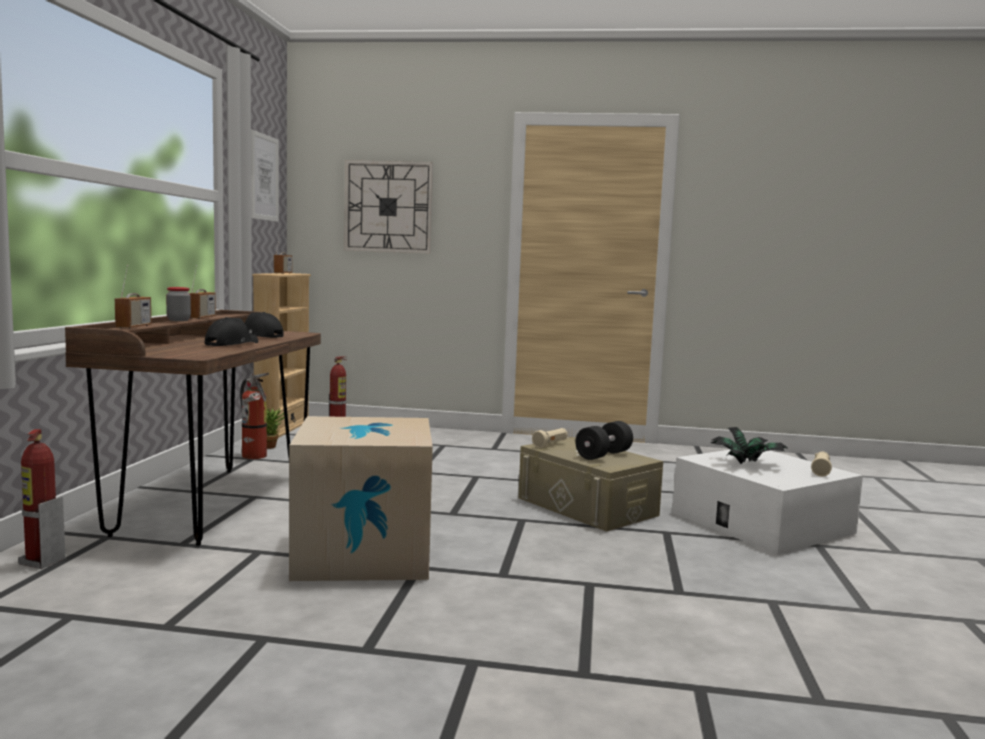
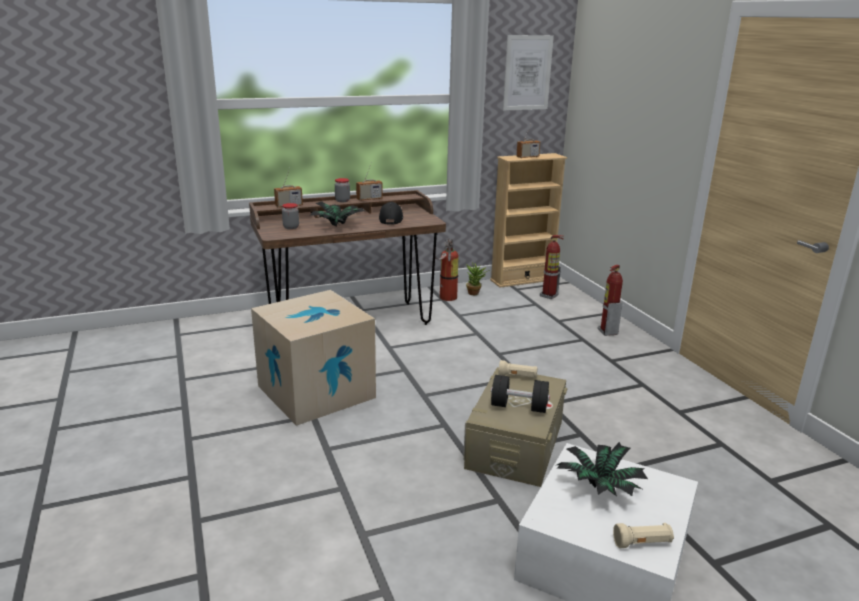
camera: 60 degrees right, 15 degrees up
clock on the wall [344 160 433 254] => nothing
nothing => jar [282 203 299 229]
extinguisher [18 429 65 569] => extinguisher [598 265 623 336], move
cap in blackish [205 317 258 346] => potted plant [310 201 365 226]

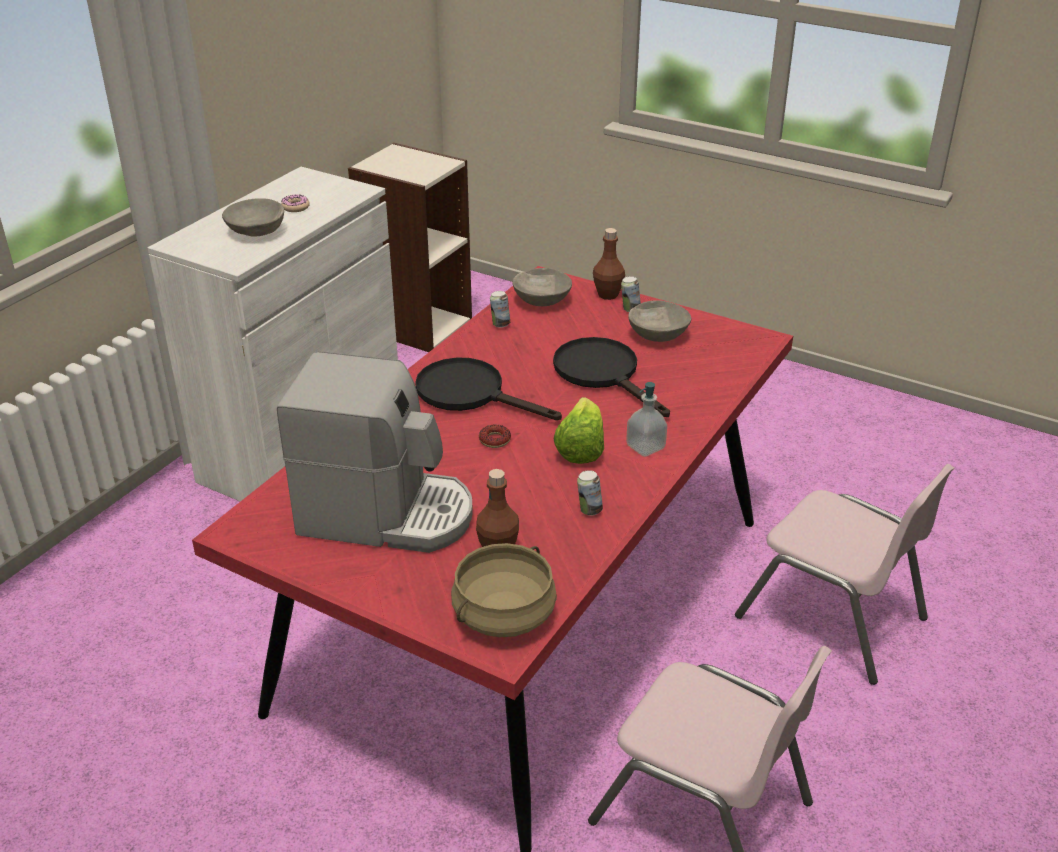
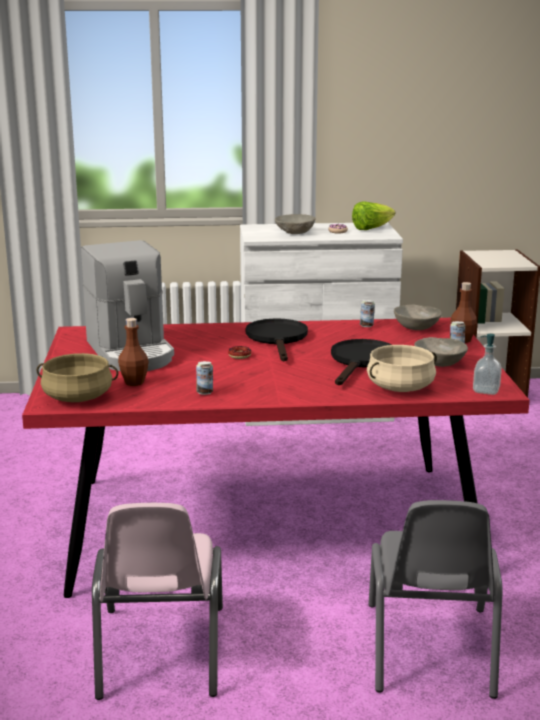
camera: 55 degrees right, 15 degrees down
nothing => cooking pot in beige [367 345 437 392]
lettuce head [554 397 604 464] => lettuce head [352 202 395 230], move
soap bottle [626 382 667 457] => soap bottle [473 334 502 395], move
upright chair in pink-coloured [735 464 955 685] => upright chair in greyish [368 500 502 699]

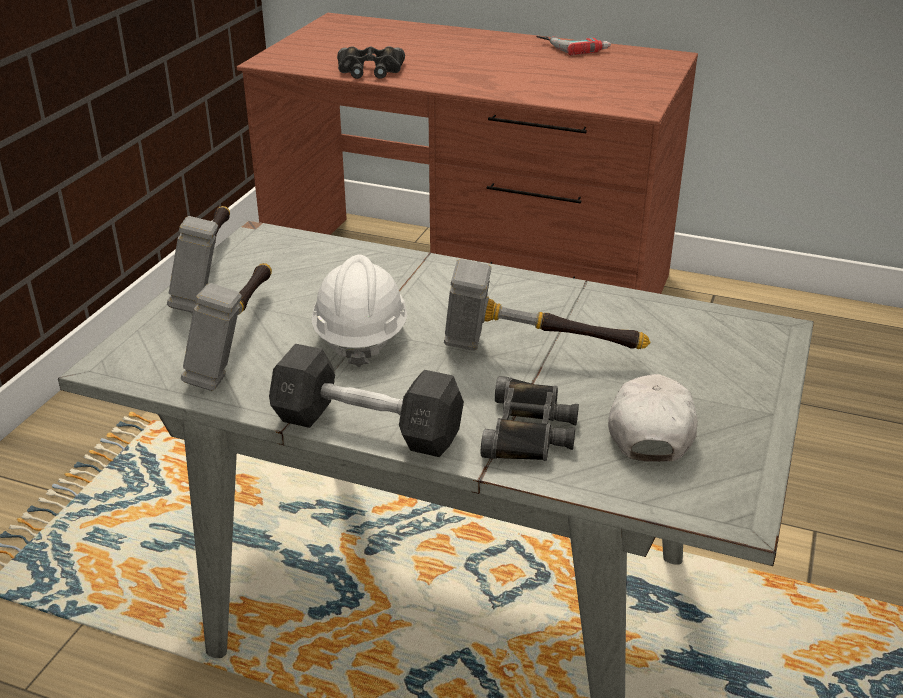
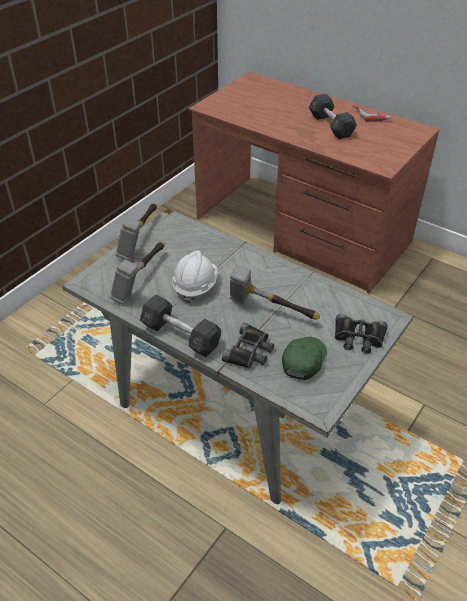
camera: 15 degrees right, 10 degrees up
nothing => free weight in greyish [309 94 357 139]
field glasses in blackish [337 46 405 79] => field glasses in blackish [335 314 388 354], move
cap in white-coloured [608 374 698 462] => cap in green [282 337 327 380]

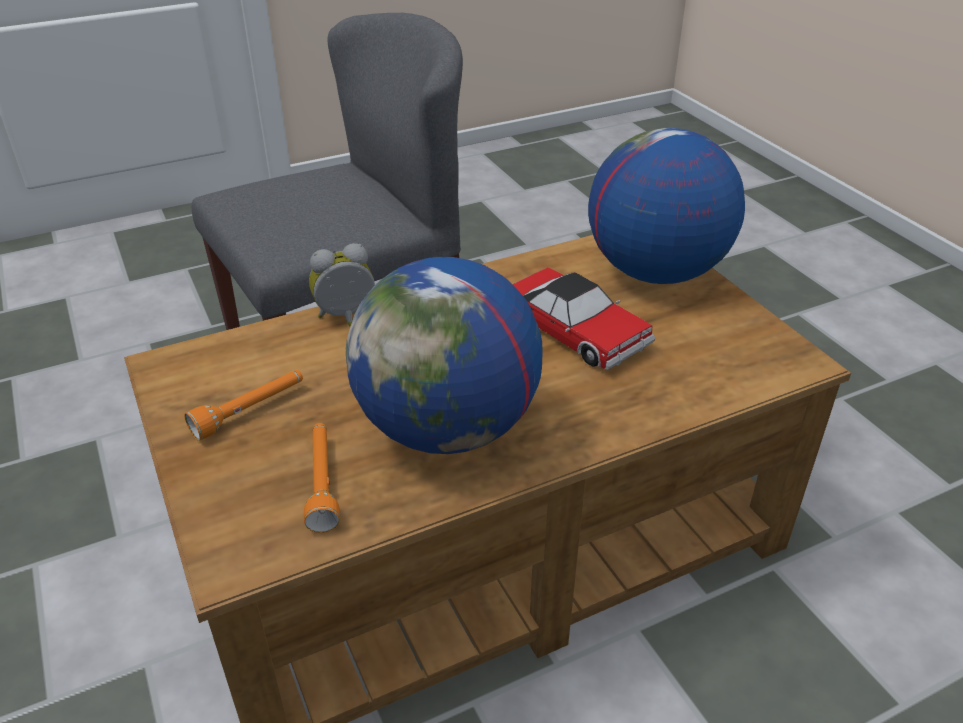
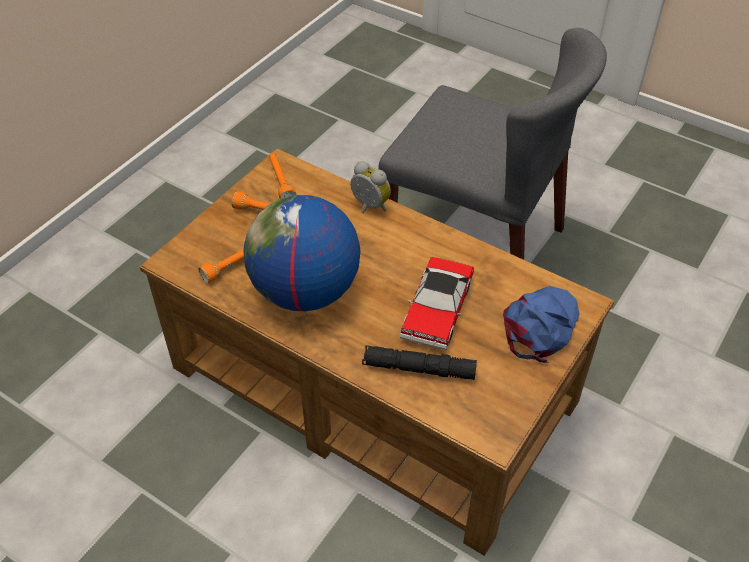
camera: 60 degrees right, 10 degrees up
nothing => flashlight in orangey [269 153 296 199]
nothing => flashlight in blackish [362 345 477 380]
world globe [588 128 745 284] => cap in bluish [503 286 580 363]

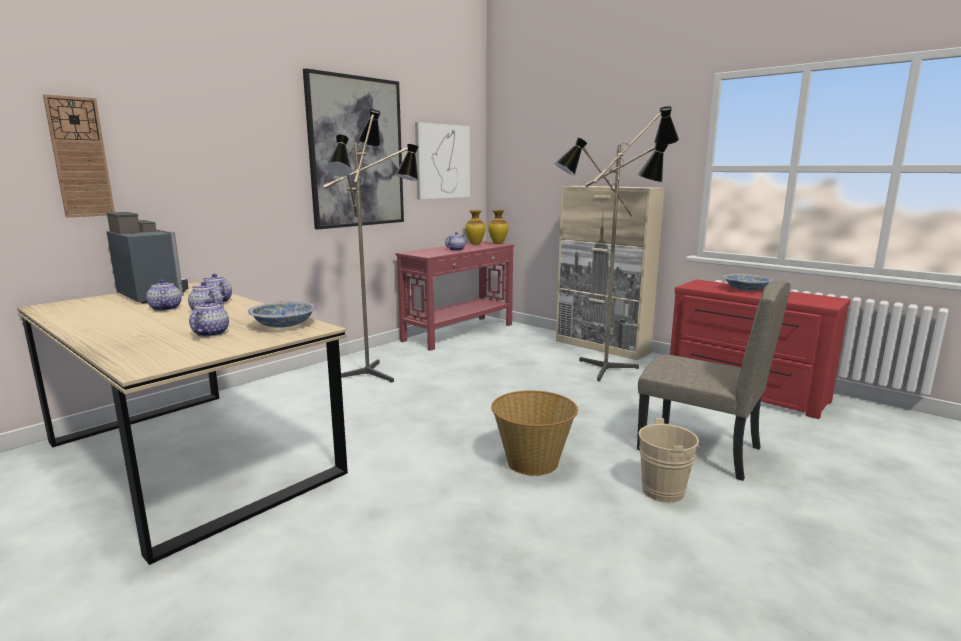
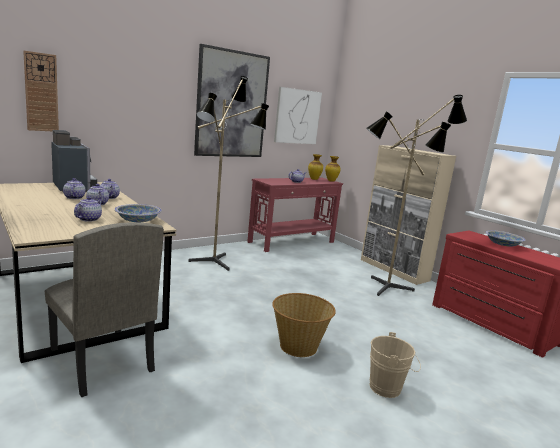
camera: 10 degrees right, 0 degrees up
upright chair in beige [637 280 791 481] => upright chair in beige [45 222 164 397], move

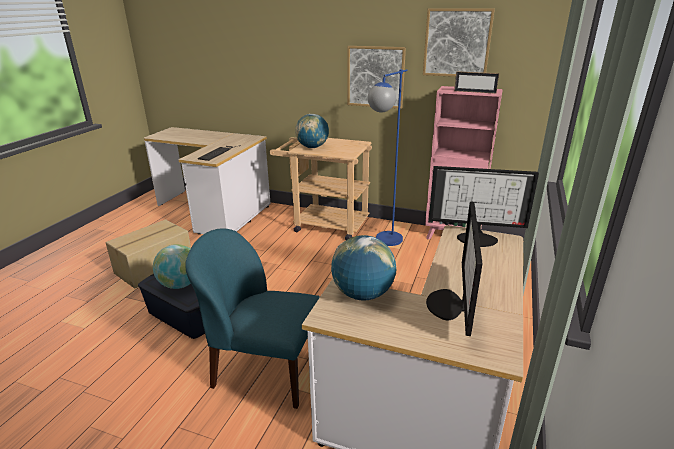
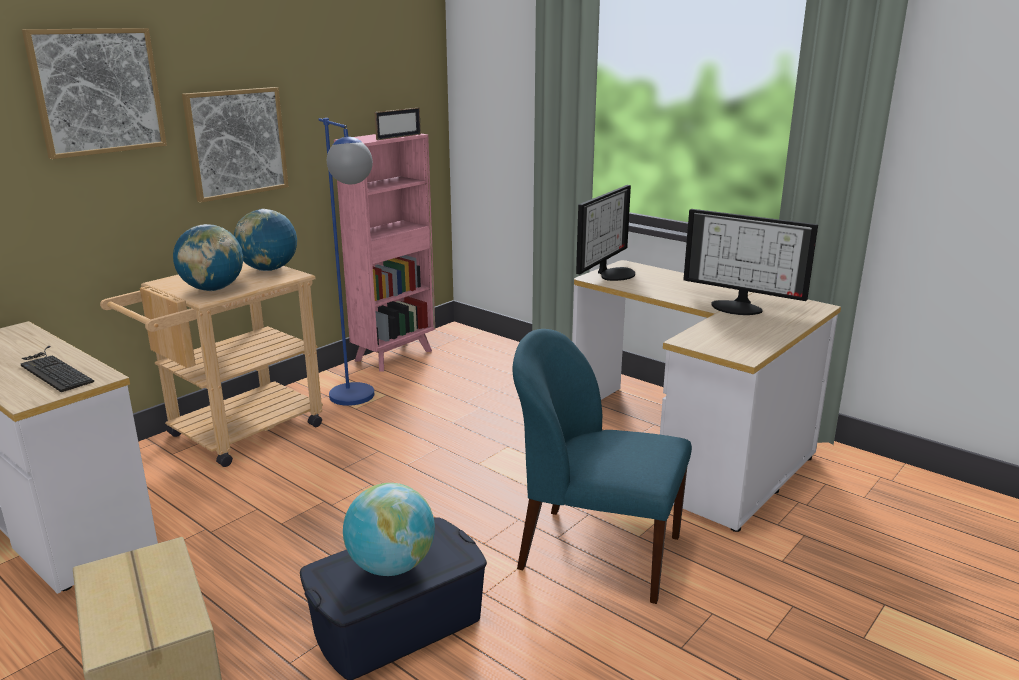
camera: 70 degrees left, 5 degrees down
world globe [331 235 397 300] => world globe [234 209 297 271], move
wall art [423 8 495 77] => wall art [22 28 167 159], move
upright chair in bluish [185 228 320 409] => upright chair in bluish [513 329 692 604], 75 degrees clockwise

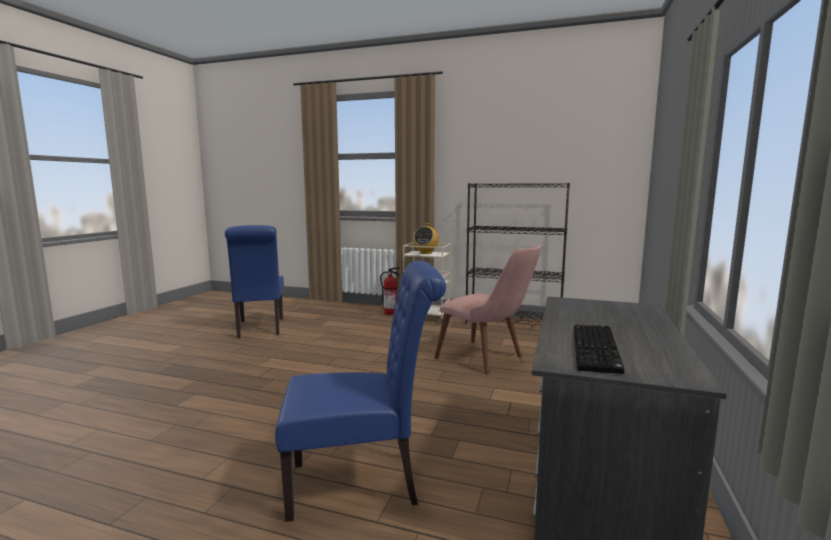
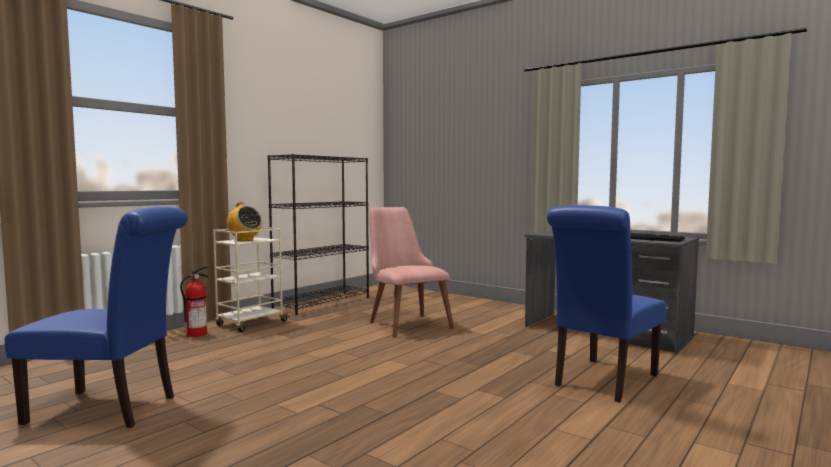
camera: 70 degrees left, 5 degrees down
upright chair in bluish [275 261 446 522] => upright chair in bluish [547 205 667 403], 150 degrees counterclockwise
upright chair in pink-coloured [434 245 541 375] => upright chair in pink-coloured [369 207 454 338], 90 degrees counterclockwise

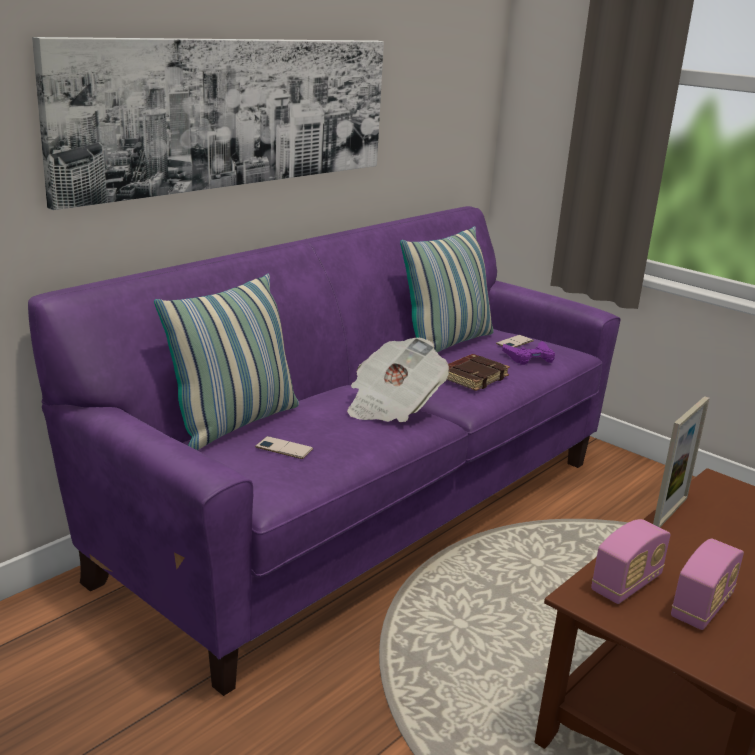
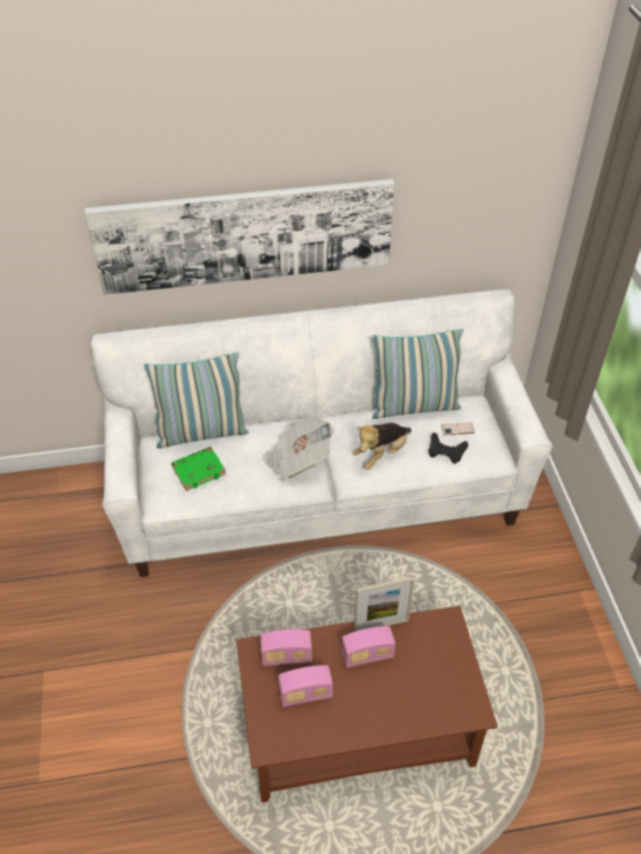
camera: 40 degrees right, 25 degrees up
nothing => radio set [341 626 395 668]
phone [255 436 313 459] => book in green [171 447 226 491]
book in brown-coloured [446 354 510 391] => soft toy [352 423 411 469]
sofa in purple [28 206 621 696] => sofa in white-coloured [91 289 553 577]
gamepad in purple [502 341 555 365] => gamepad in blackish [428 432 468 464]

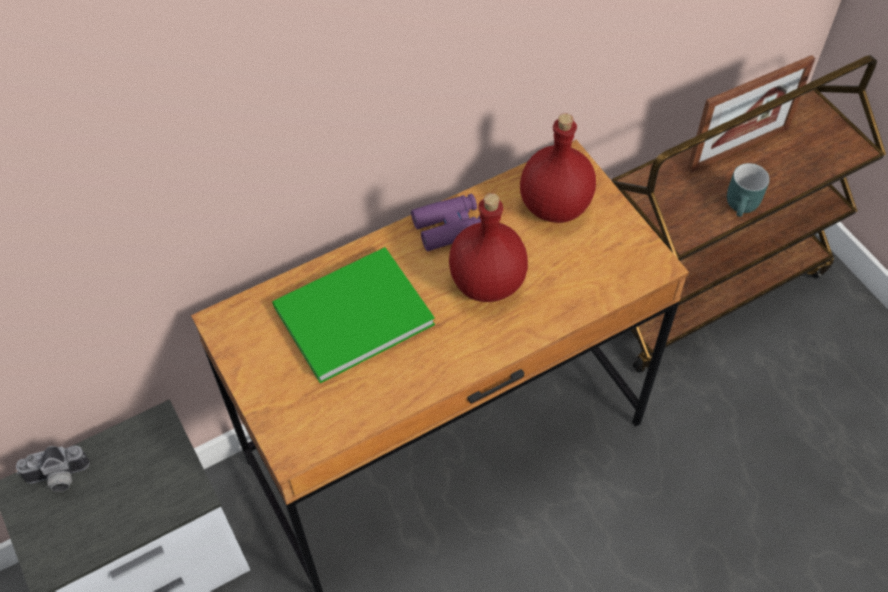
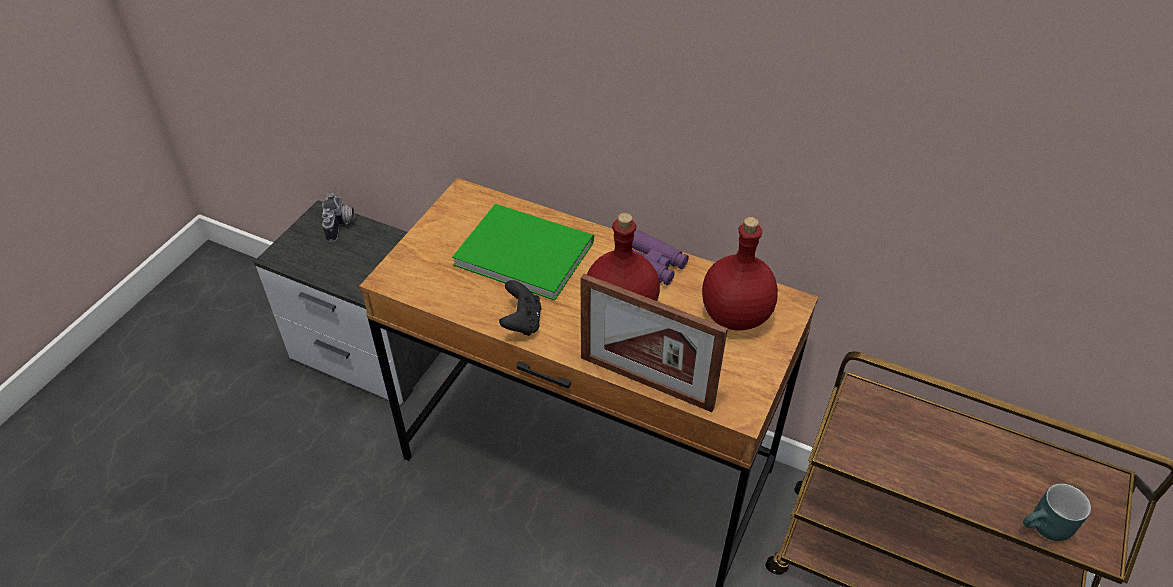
camera: 55 degrees right, 10 degrees down
nothing => gamepad in blackish [499 280 541 336]
photo frame [687 55 815 173] => photo frame [581 274 728 412], move
tea mug in turquoise-coloured [727 163 770 217] => tea mug in turquoise-coloured [1023 483 1091 541], move
photo camera [16 446 90 492] => photo camera [322 193 355 243], 135 degrees counterclockwise

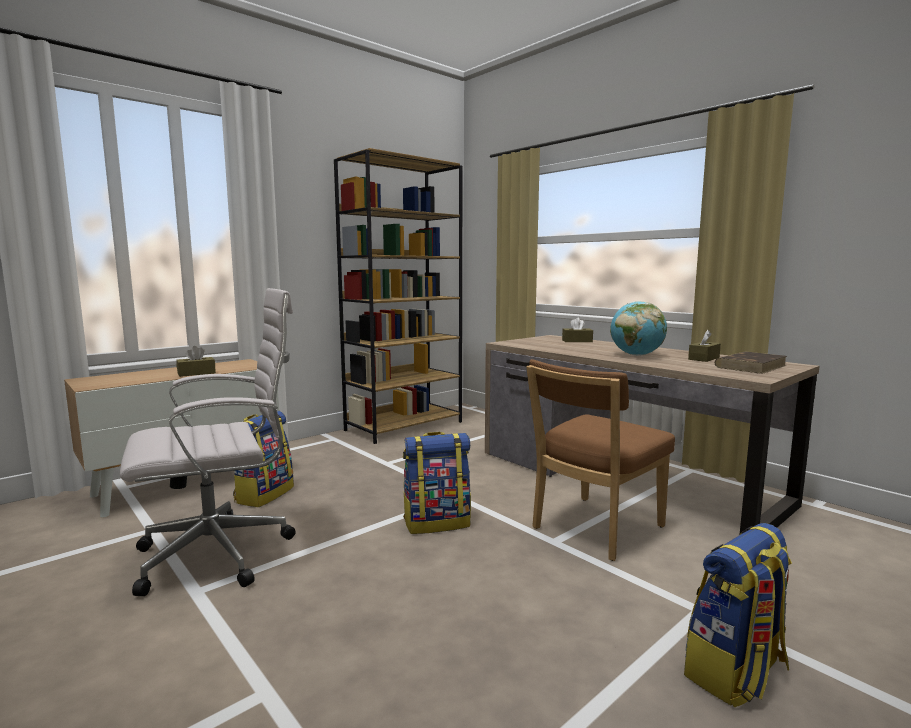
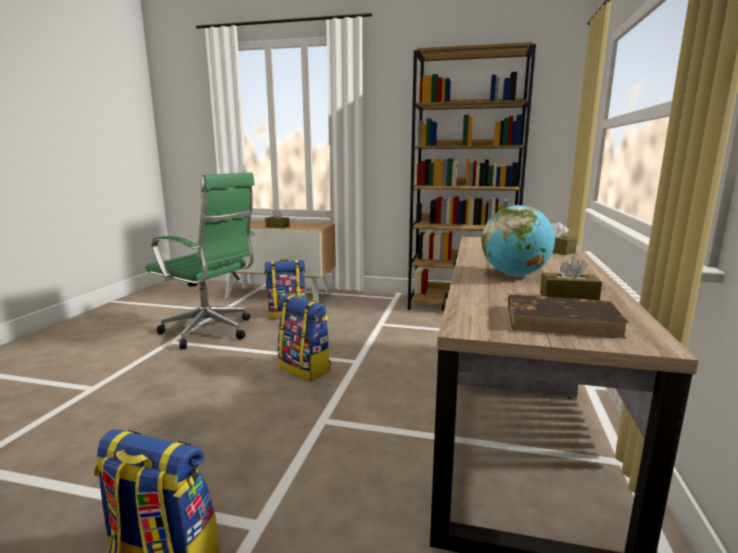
camera: 55 degrees right, 5 degrees up
upright chair in brown-coloured [526 359 675 561] => nothing
computer chair in white-coloured [120 288 296 596] => computer chair in green [145 172 255 349]

